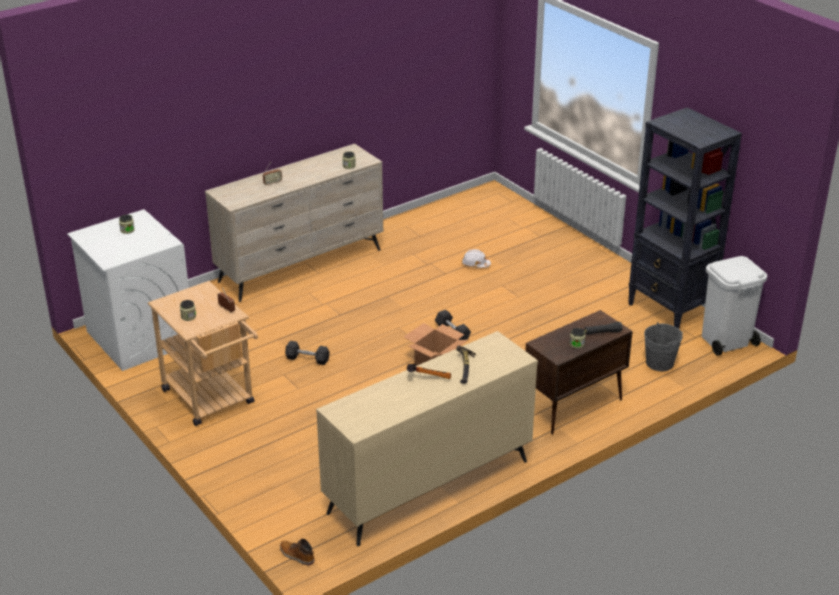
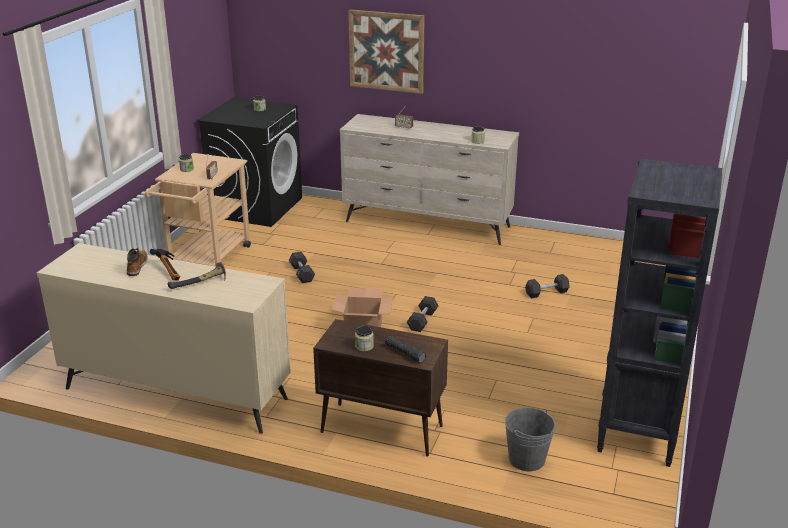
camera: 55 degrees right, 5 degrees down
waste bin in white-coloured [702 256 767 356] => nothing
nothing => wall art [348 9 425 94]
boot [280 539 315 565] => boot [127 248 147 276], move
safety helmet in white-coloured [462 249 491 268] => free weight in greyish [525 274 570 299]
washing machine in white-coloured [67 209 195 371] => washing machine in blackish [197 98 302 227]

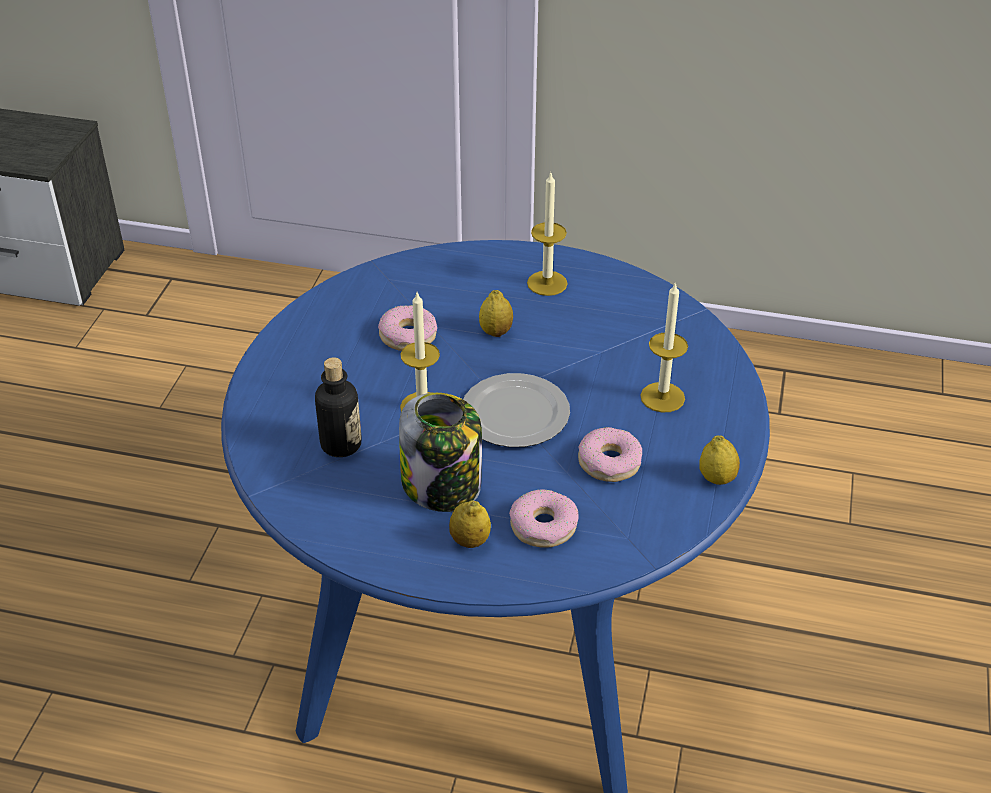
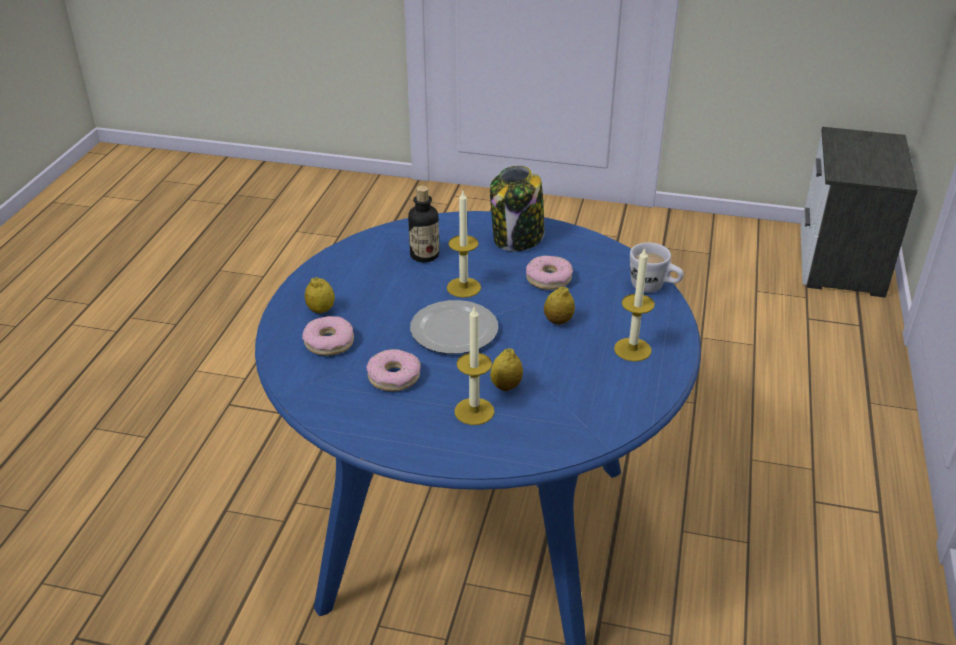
camera: 90 degrees right, 5 degrees down
nothing => tea mug in white-coloured [630 242 684 293]
jar [399 393 482 512] => jar [490 166 545 251], move
whole lemon [699 436 740 485] => whole lemon [490 348 523 391], move

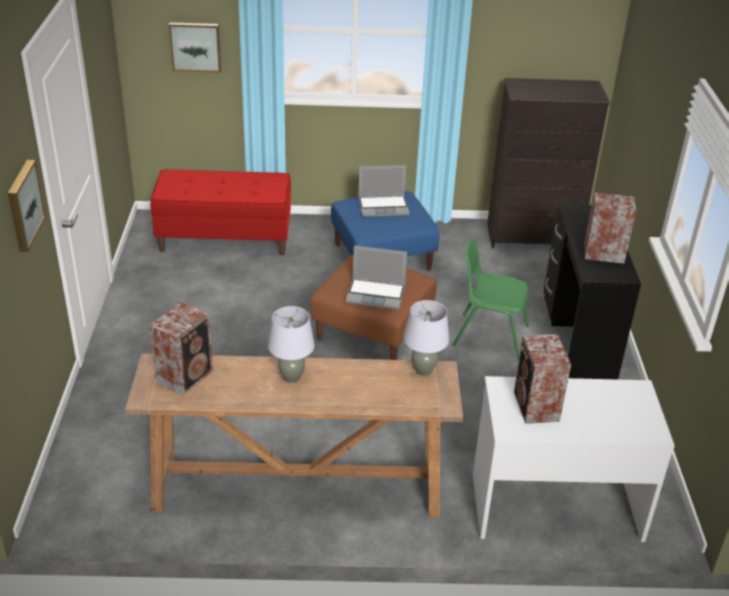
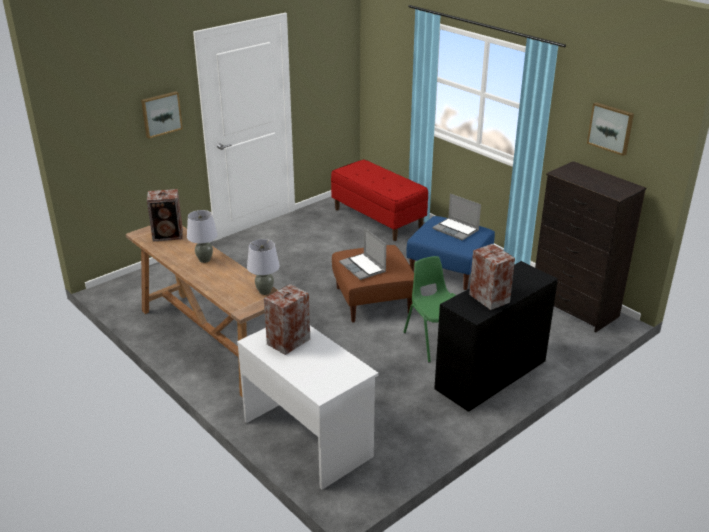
camera: 50 degrees right, 5 degrees down
wall art [169 22 221 72] => wall art [587 102 634 156], move

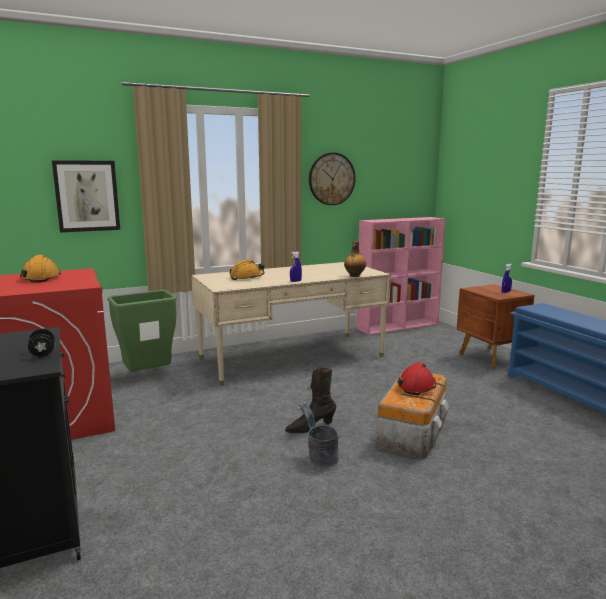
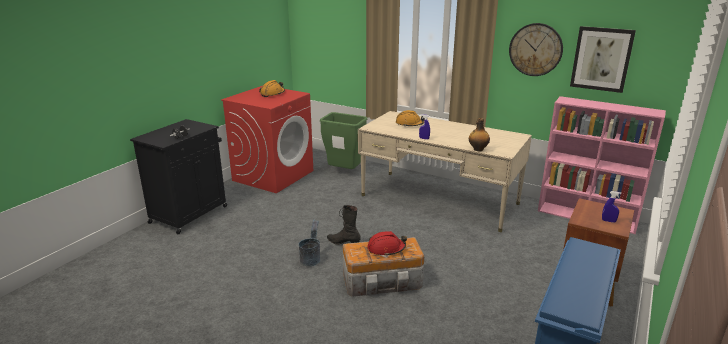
camera: 55 degrees right, 10 degrees up
wall art [52 160 120 233] => wall art [570 26 636 93], move

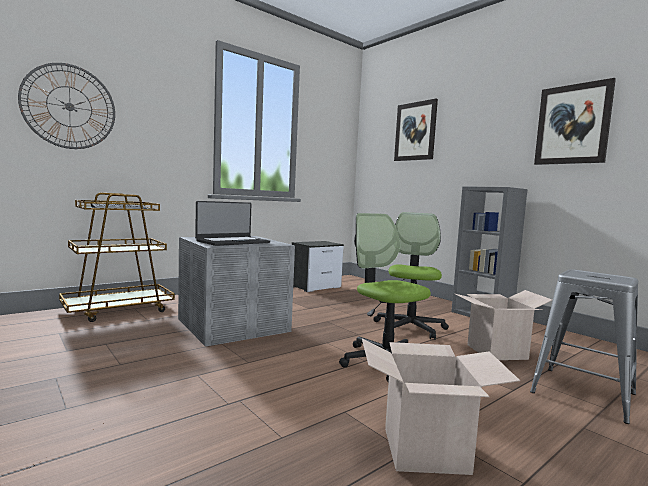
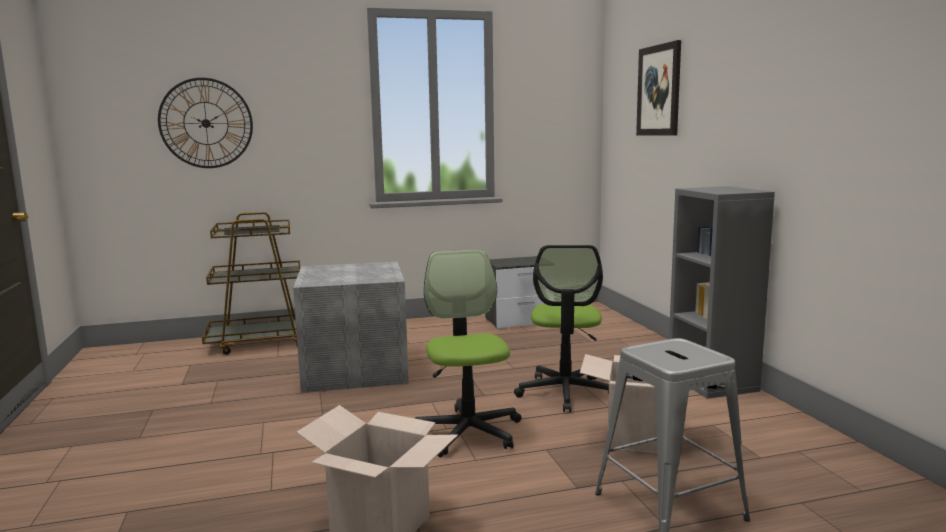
camera: 25 degrees right, 5 degrees up
portable computer [195 201 270 246] => nothing
wall art [534 78 616 165] => nothing
computer chair [373 212 449 340] => computer chair [514 245 609 412], 150 degrees clockwise

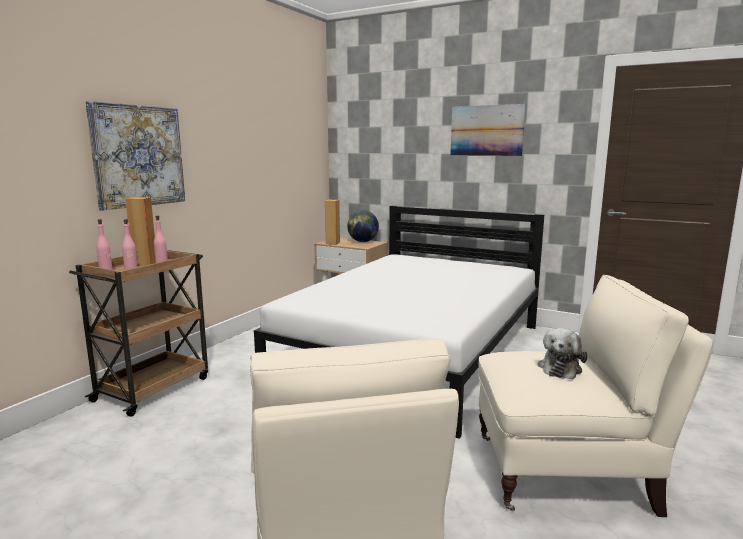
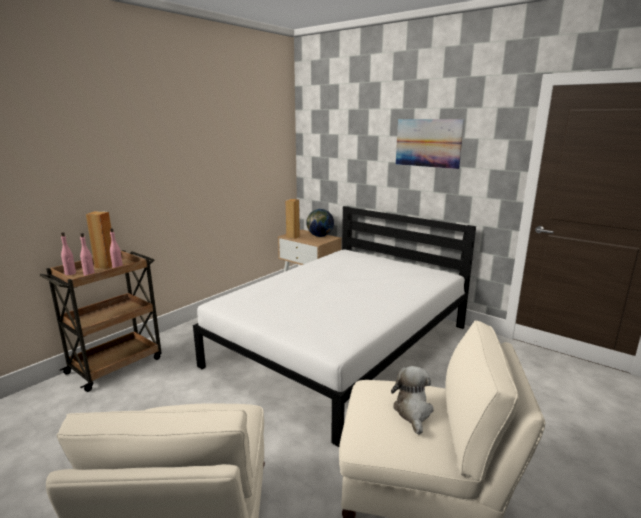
camera: 10 degrees right, 5 degrees up
wall art [85 101 185 211] => nothing
soft toy [537 328 588 380] => soft toy [391 366 434 435], 150 degrees clockwise

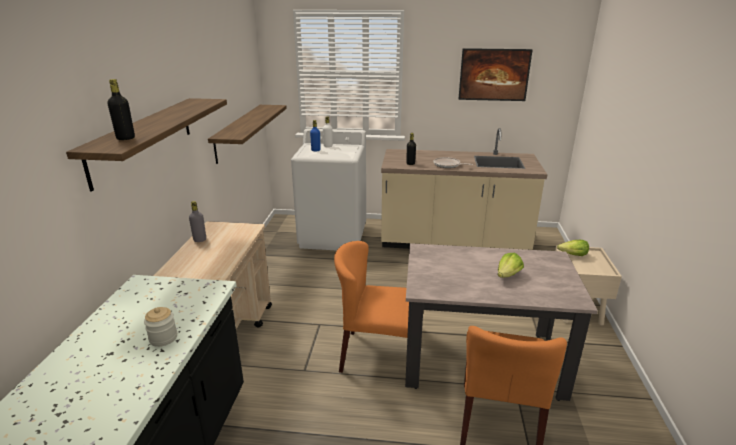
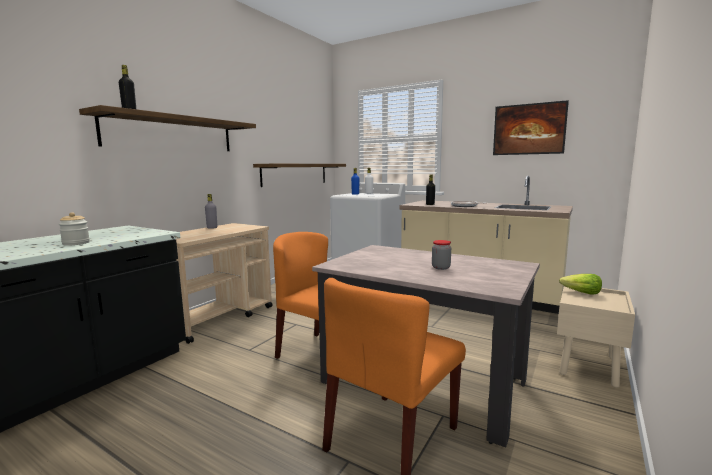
camera: 25 degrees right, 15 degrees down
lettuce head [498 253 524 278] => jar [432 240 451 270]

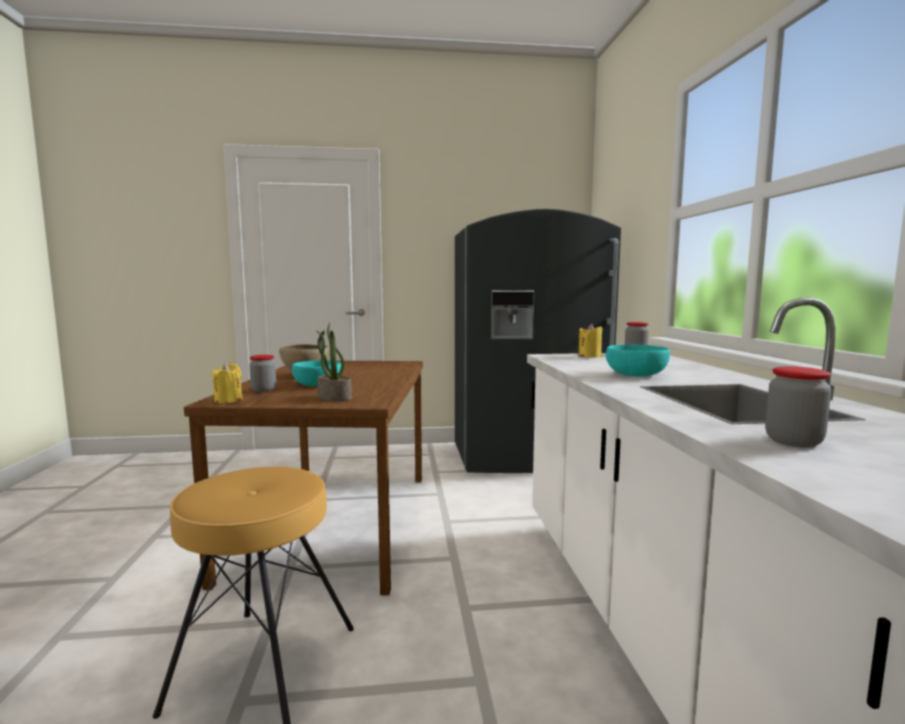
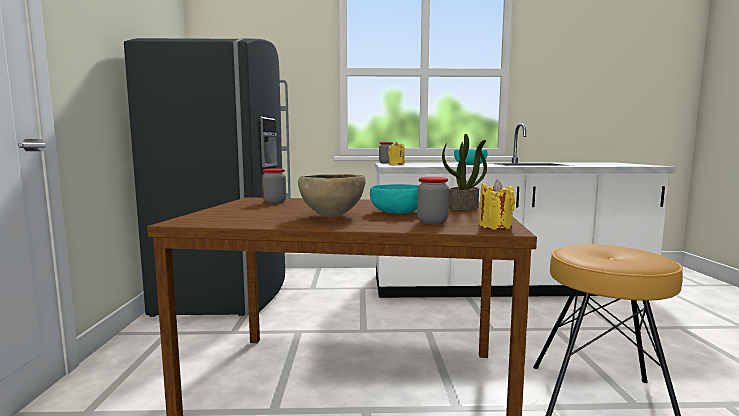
camera: 85 degrees left, 0 degrees up
jar [765 366 831 448] => jar [262 168 286 204], move

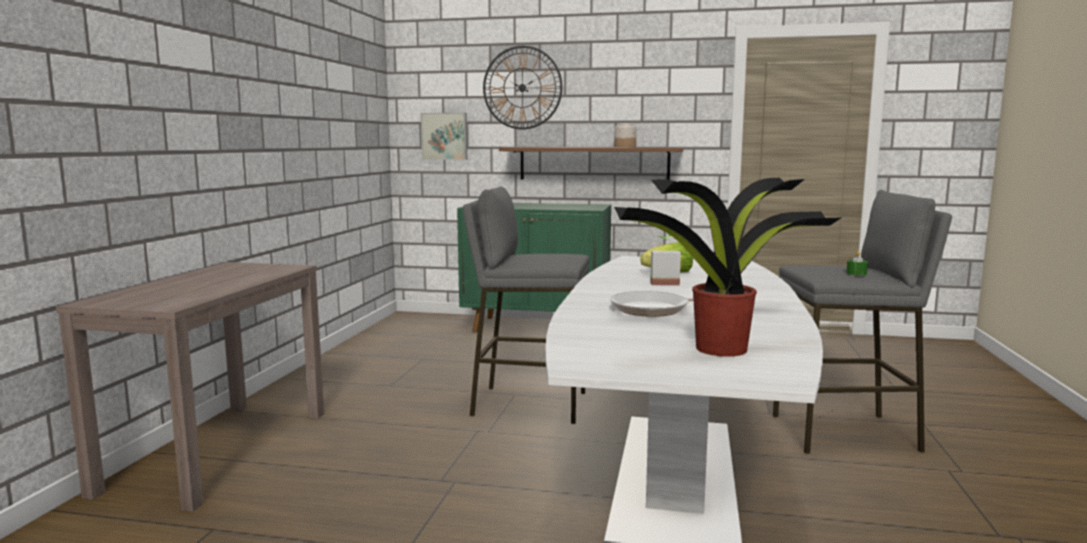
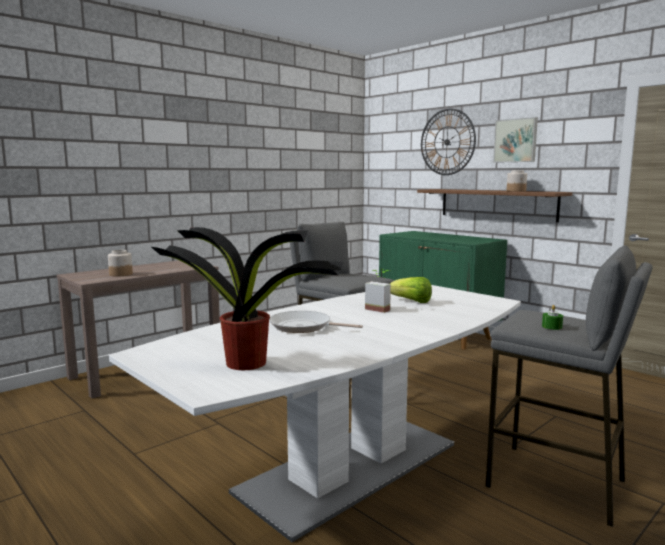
camera: 35 degrees right, 0 degrees up
nothing => jar [108 250 133 277]
wall art [421 113 467 160] => wall art [493 117 538 163], move

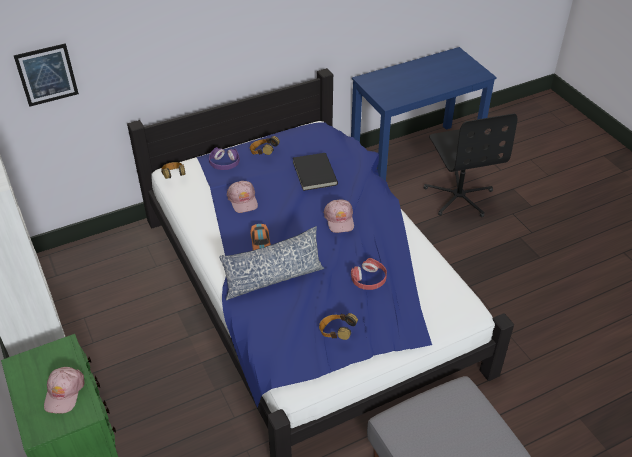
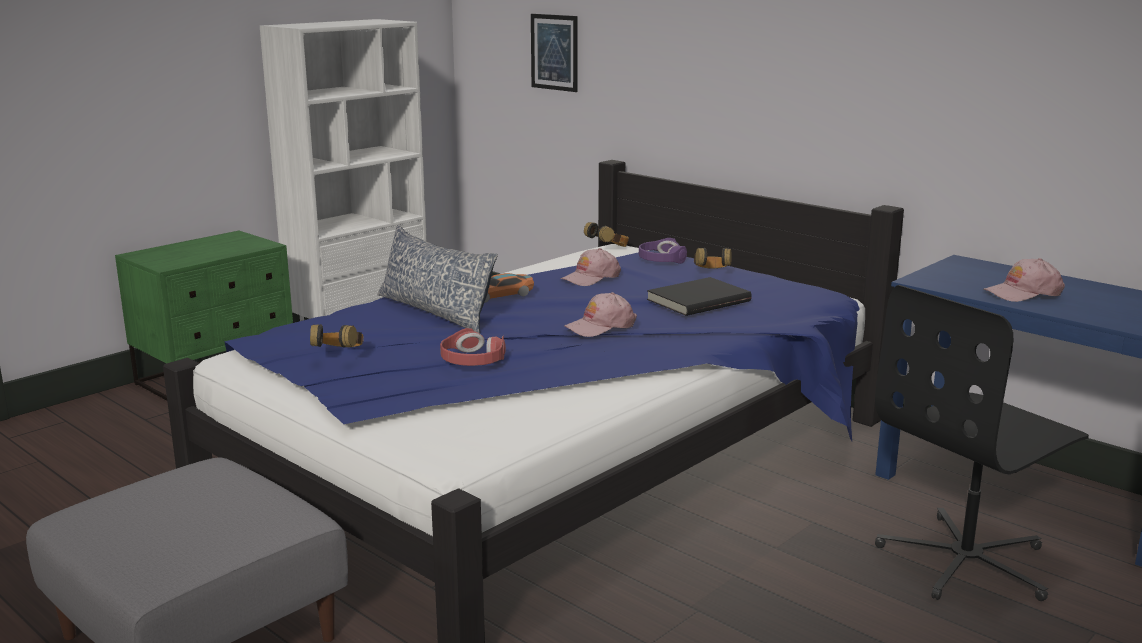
camera: 70 degrees right, 25 degrees down
cap in pink-coloured [44 367 84 413] => cap in pink-coloured [984 258 1065 302], move

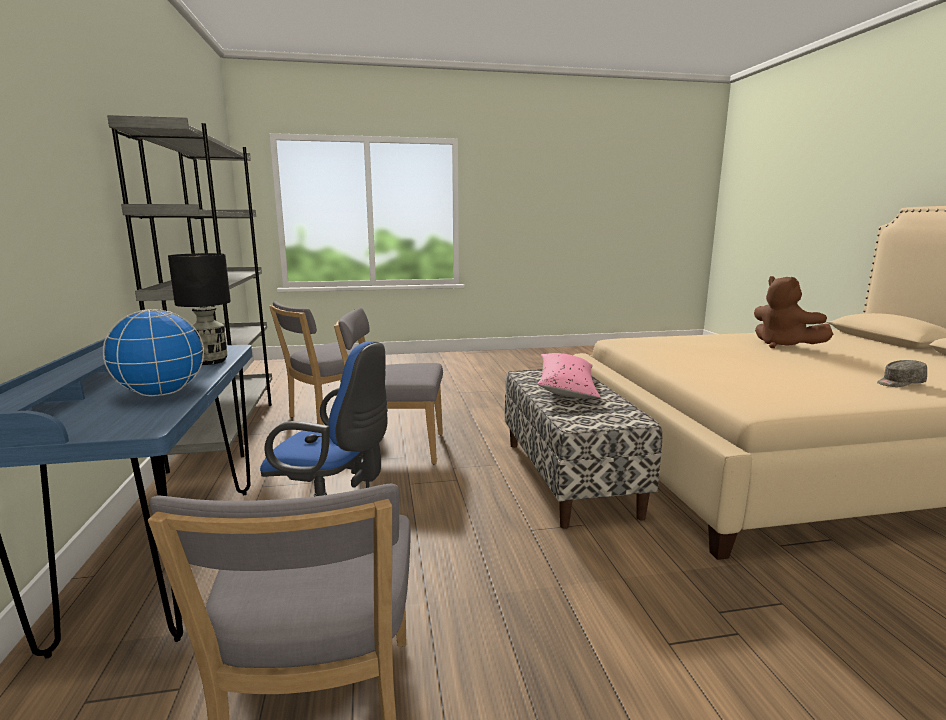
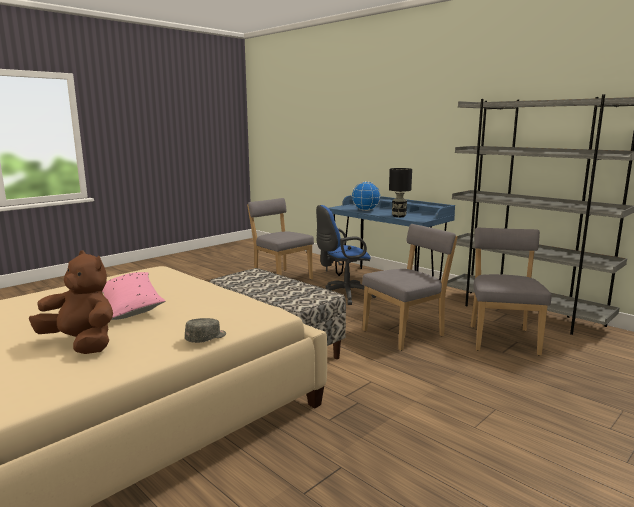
camera: 145 degrees right, 0 degrees up
pillow in pink-coloured [537 353 600 399] => pillow in pink-coloured [102 272 166 320], move
cap in greyish [877 360 927 387] => cap in greyish [185 318 226 343], move

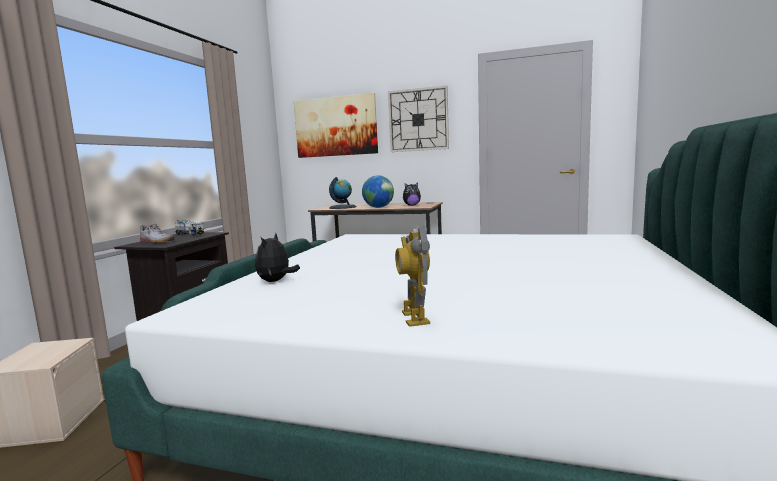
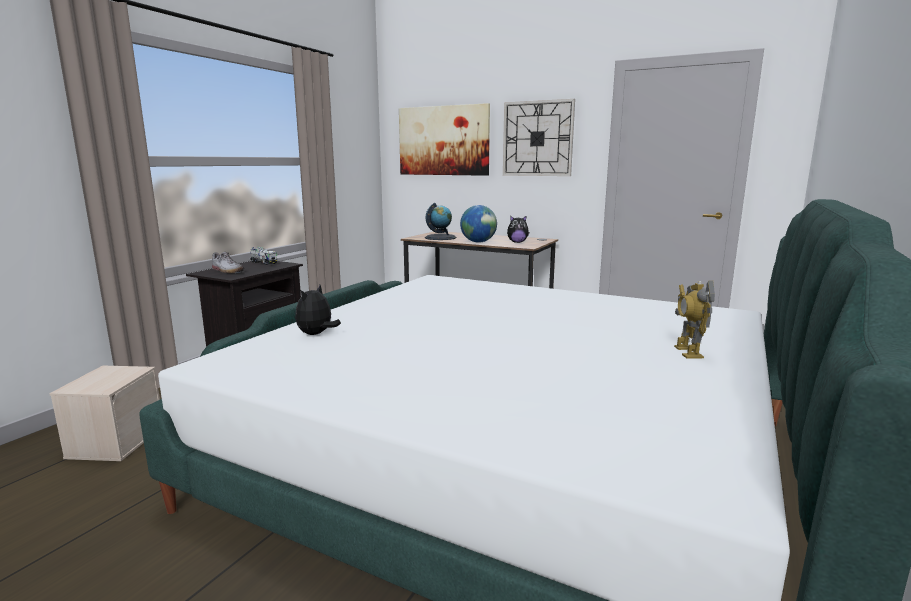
camera: 10 degrees right, 5 degrees up
model robot [395 225 430 327] => model robot [674 281 715 359], move

